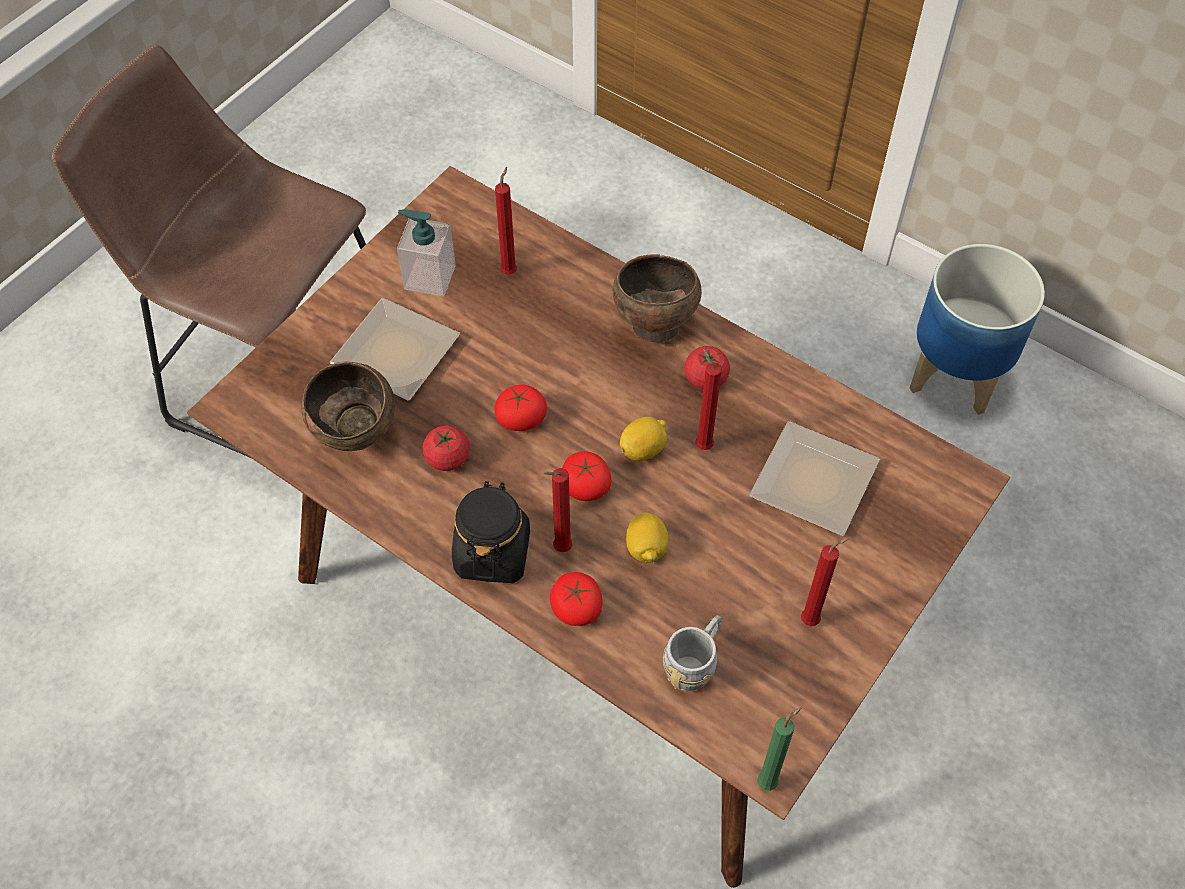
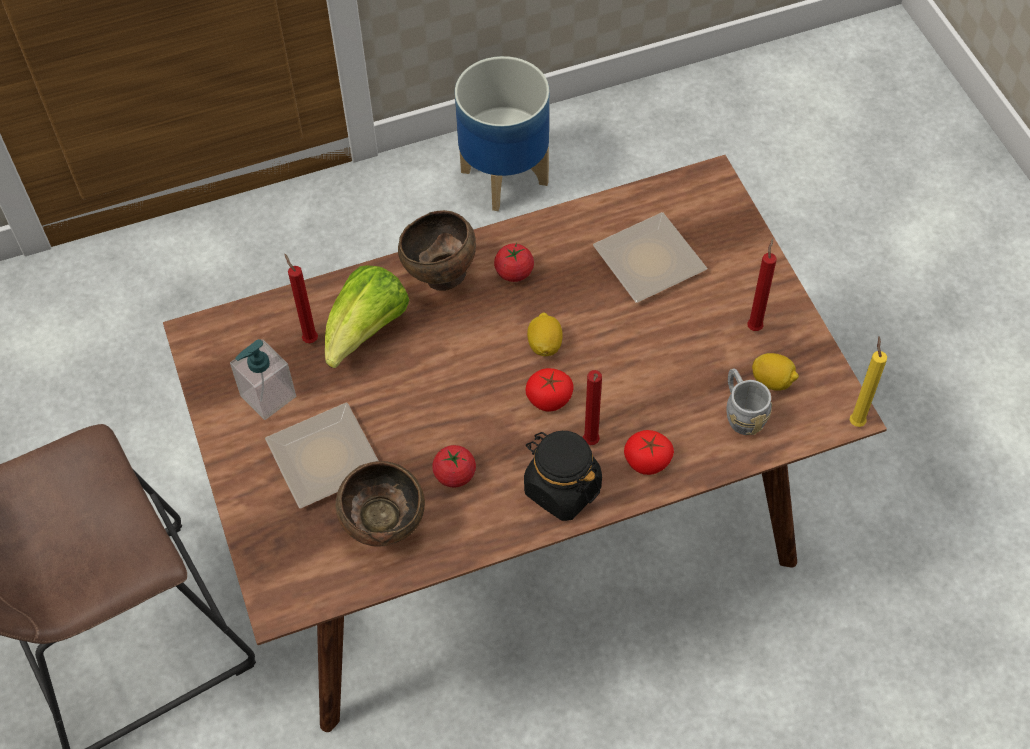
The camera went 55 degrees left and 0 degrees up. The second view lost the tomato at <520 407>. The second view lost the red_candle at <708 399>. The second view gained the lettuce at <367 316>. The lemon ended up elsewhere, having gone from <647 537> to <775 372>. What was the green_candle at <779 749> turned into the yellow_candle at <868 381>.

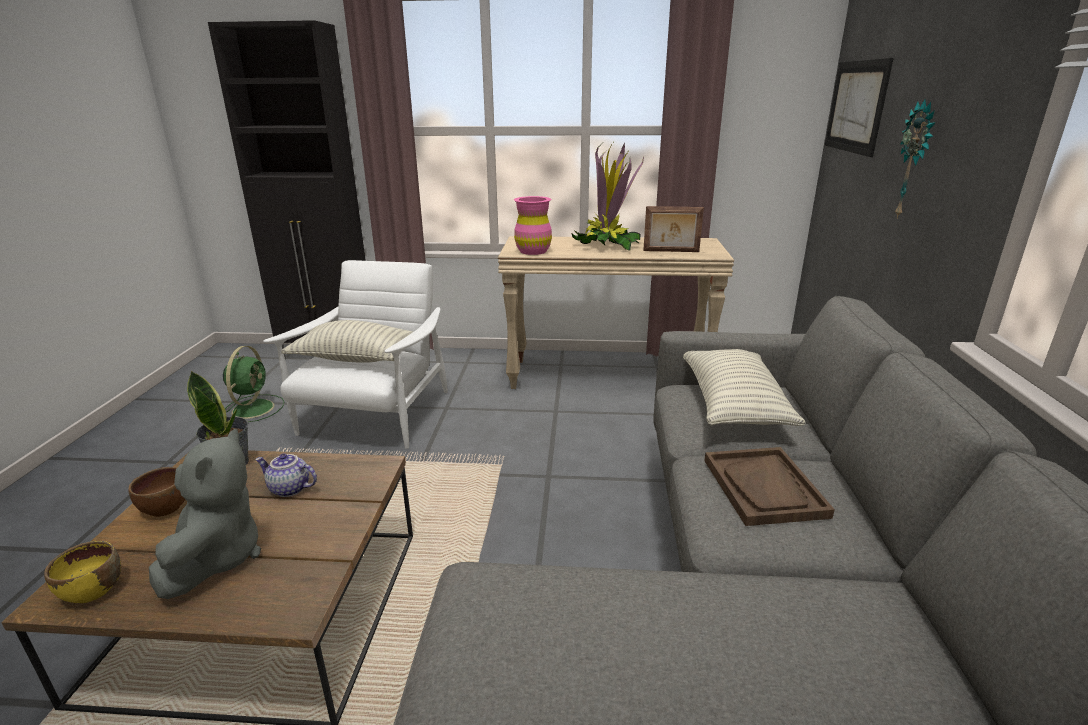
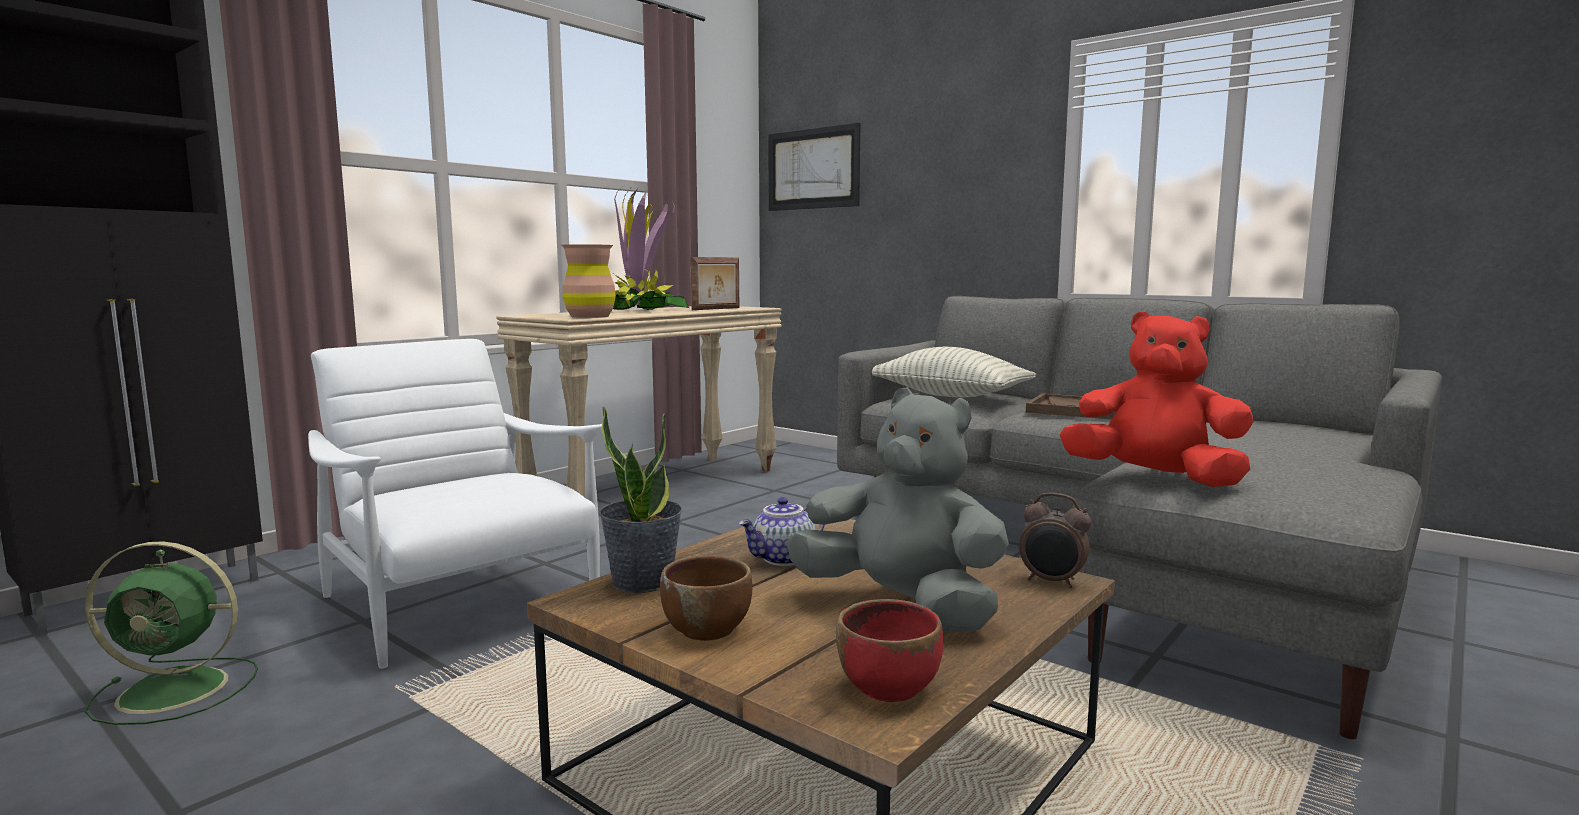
The camera went 55 degrees left and 15 degrees down. The second view lost the pillow at <347 341>. The second view lost the wall_clock at <915 158>. The second view gained the alarm_clock at <1055 540>. The second view gained the red_plush_toy at <1157 399>. What was the yellow_bowl at <82 572> turned into the red_bowl at <889 650>. What was the pink_vase at <533 225> turned into the brown_vase at <589 281>. The green_fan at <254 384> ended up facing another way, 135 degrees clockwise from before.

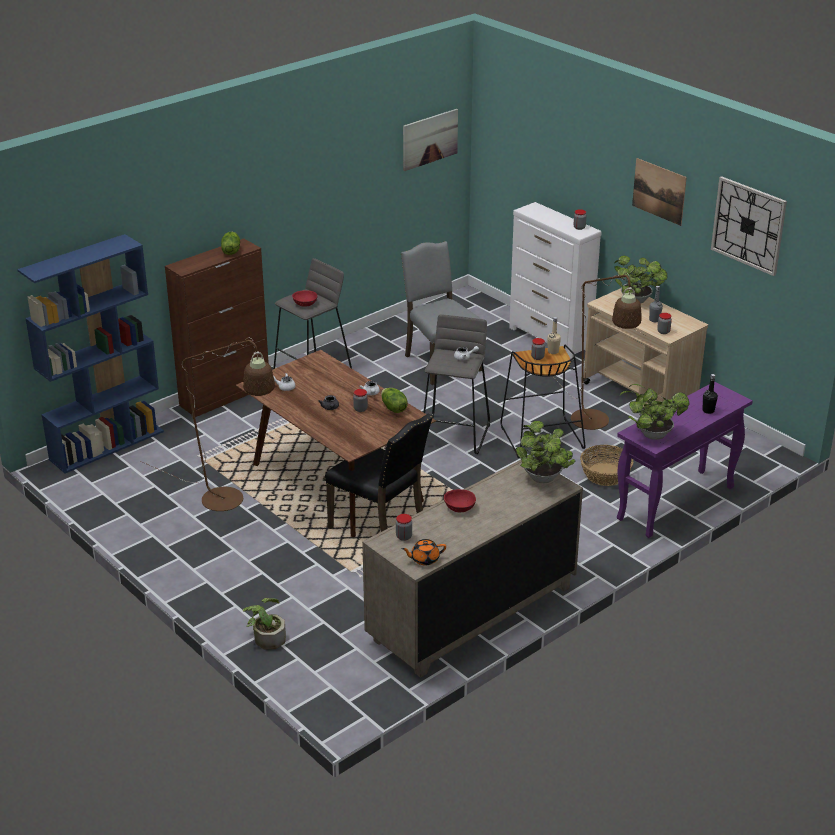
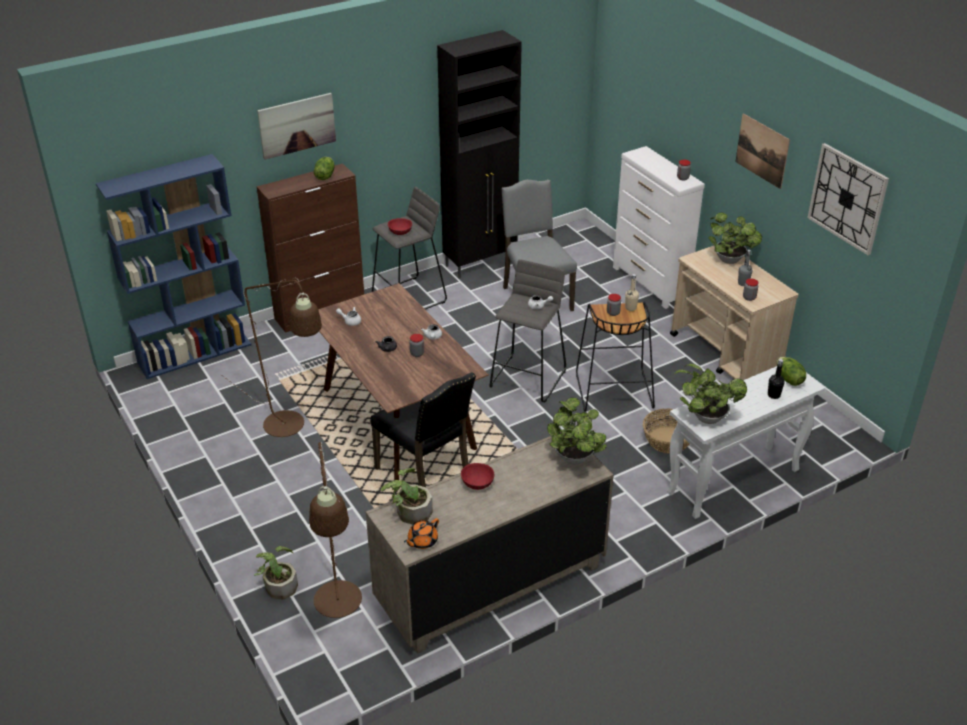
The camera went 10 degrees right and 5 degrees up. The second view gained the black_cabinet at <479 154>. The lettuce ended up elsewhere, having gone from <394 400> to <791 371>. The picture ended up elsewhere, having gone from <430 140> to <296 126>. The brown_floor_lamp ended up elsewhere, having gone from <597 351> to <335 530>. Where the jar stood at <404 527>, the potted_plant came to stand at <406 496>. What was the purple_console_table at <685 460> turned into the white_console_table at <746 442>. The orange_teapot at <424 552> ended up facing another way, 45 degrees counterclockwise from before.

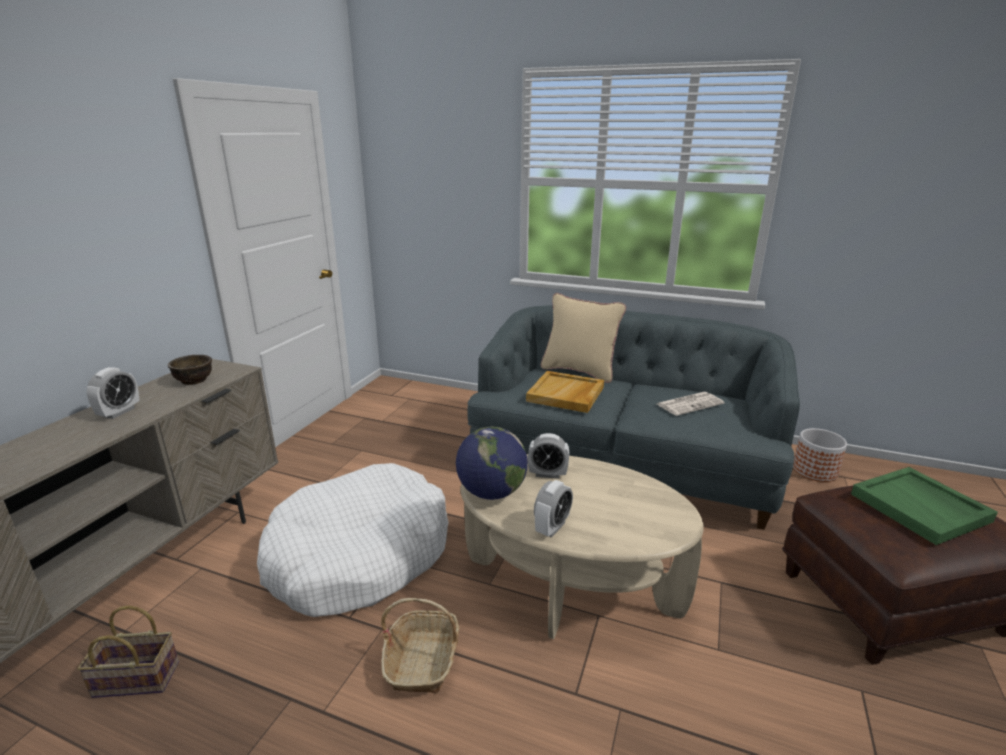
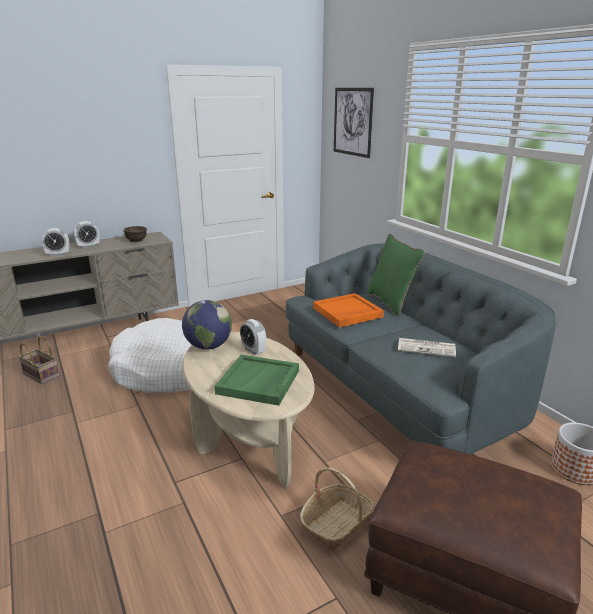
The camera went 40 degrees right and 0 degrees up. The second view gained the picture at <354 123>. The basket ended up elsewhere, having gone from <420 645> to <337 508>. The alarm_clock ended up elsewhere, having gone from <553 509> to <56 242>. The green_tray ended up elsewhere, having gone from <924 506> to <257 380>. What was the beige_tray at <565 392> turned into the orange_tray at <348 310>. What was the beige_pillow at <583 338> turned into the green_pillow at <396 275>.

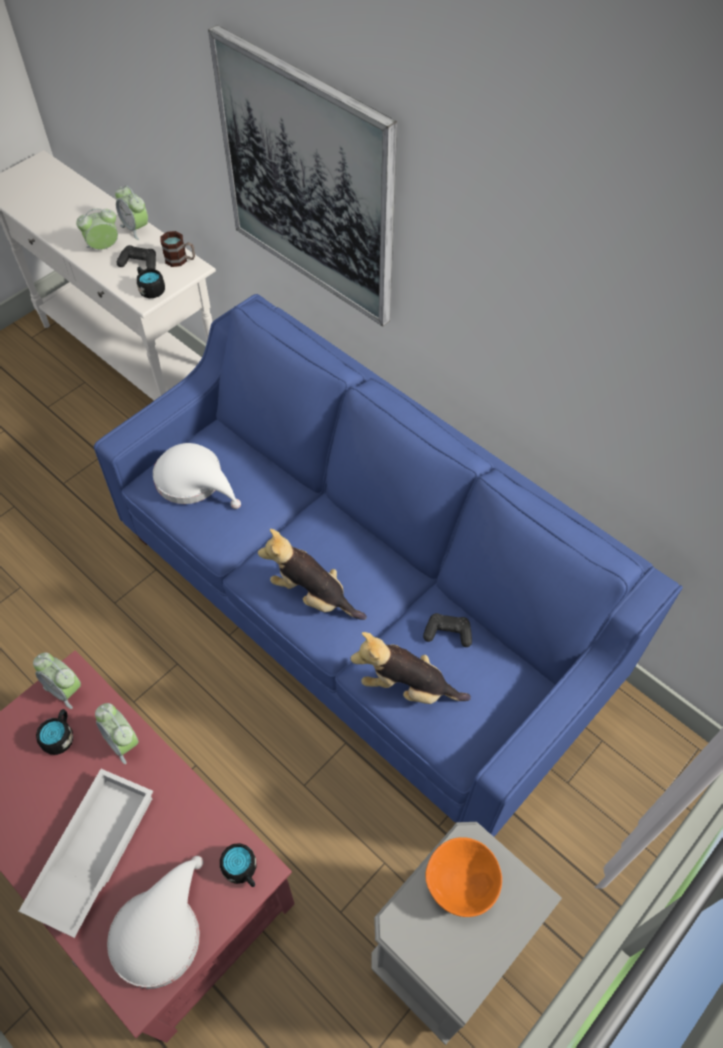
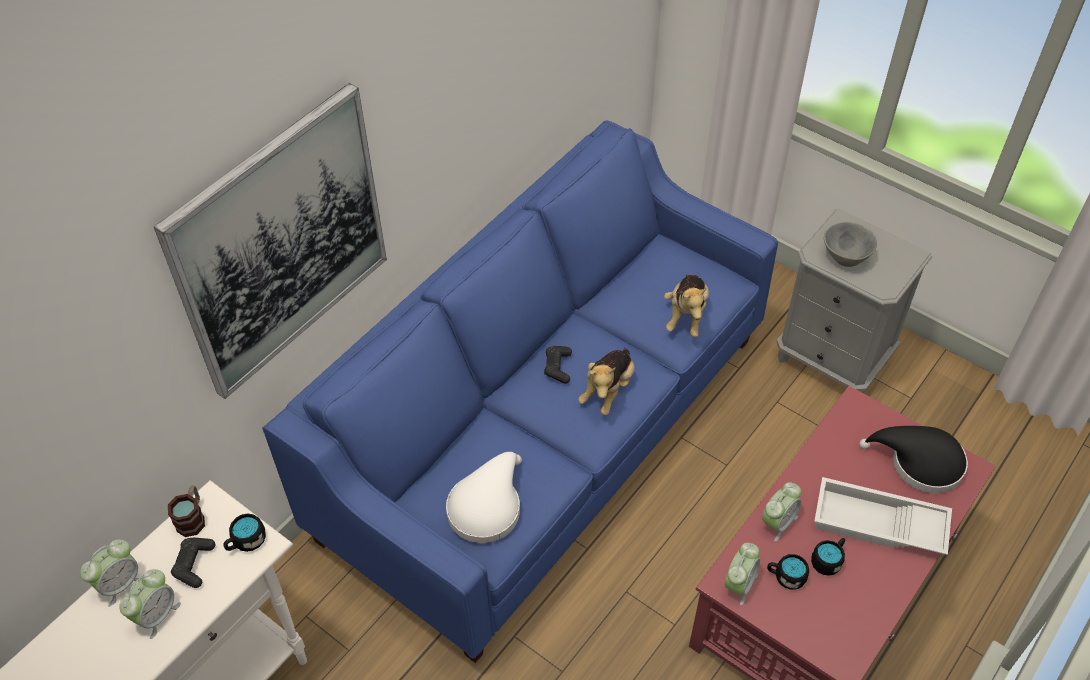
The camera went 95 degrees left and 5 degrees down. The black_mug ended up elsewhere, having gone from <238 865> to <828 557>. The black_game_controller ended up elsewhere, having gone from <447 630> to <558 365>. What was the white_hat at <155 922> turned into the black_hat at <913 459>. What was the orange_bowl at <463 877> turned into the grey_bowl at <850 244>. The alarm_clock at <97 229> ended up facing another way, 120 degrees counterclockwise from before.

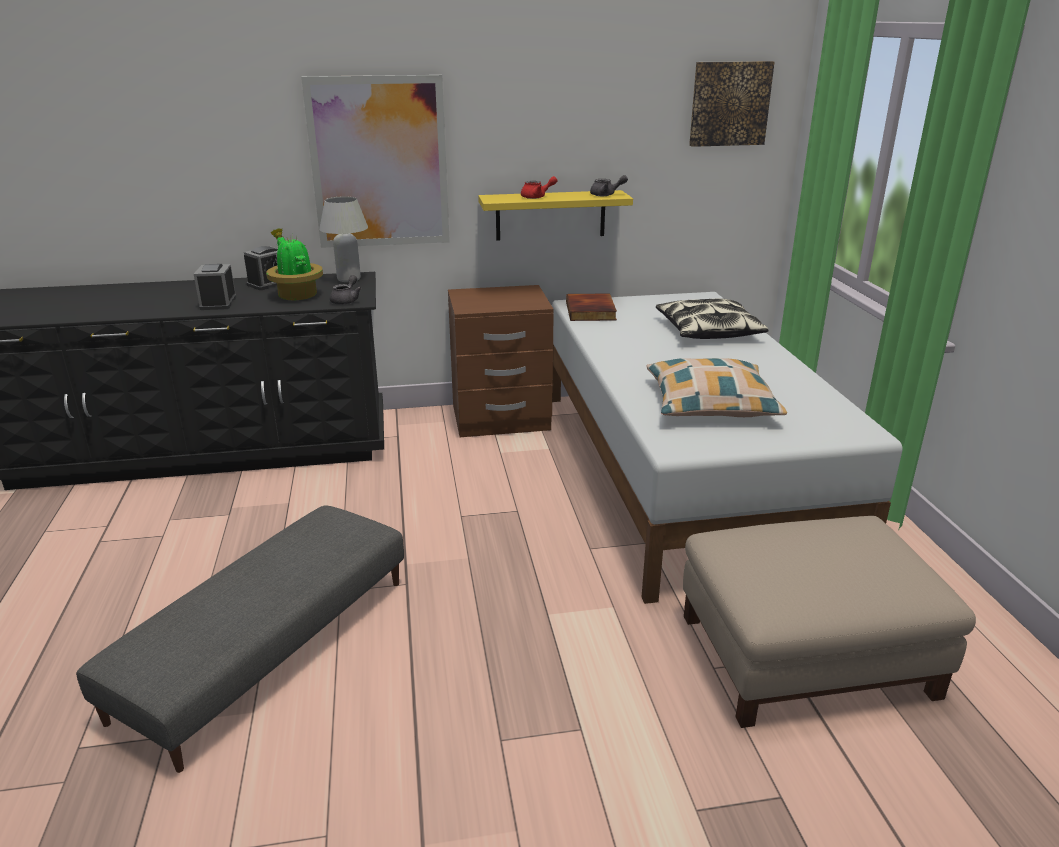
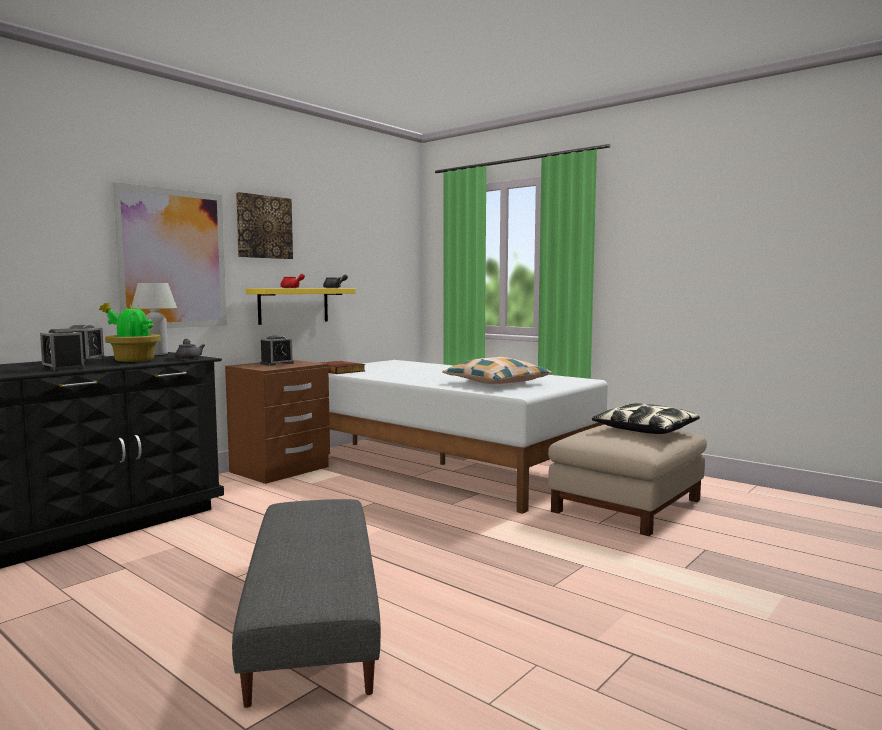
The camera went 40 degrees left and 20 degrees down. The second view gained the alarm_clock at <277 351>. The pillow ended up elsewhere, having gone from <712 319> to <646 418>. The picture ended up elsewhere, having gone from <731 104> to <264 225>.

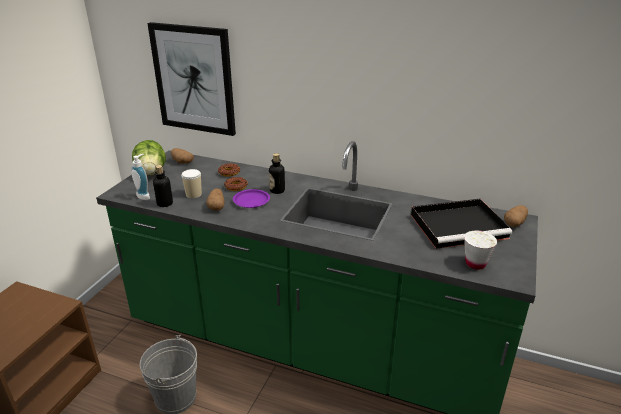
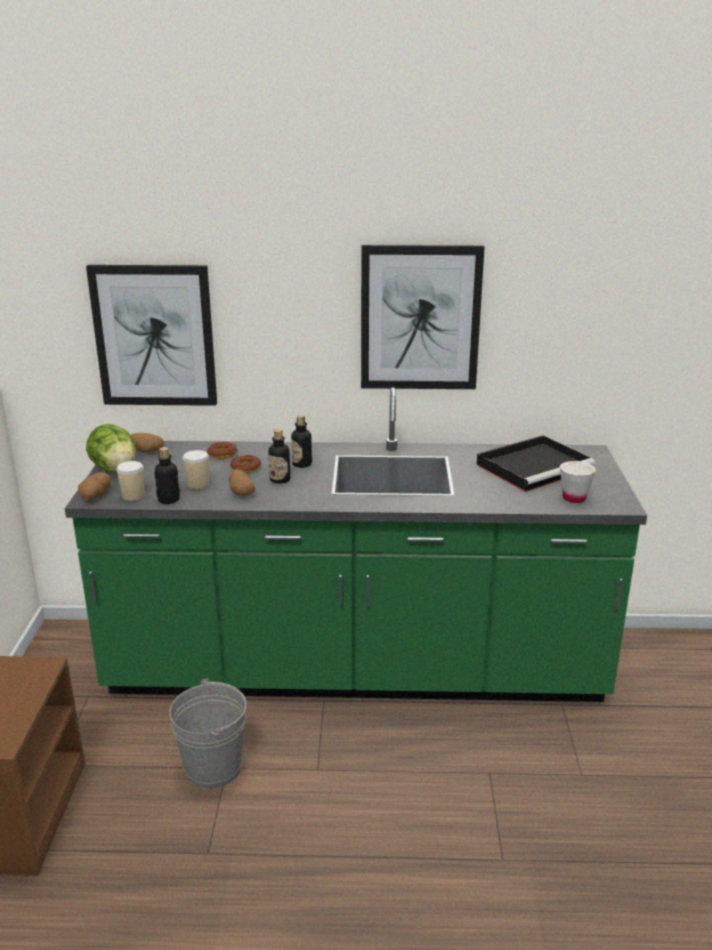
The camera went 20 degrees left and 5 degrees down. The second view gained the picture at <423 317>. The potato ended up elsewhere, having gone from <516 216> to <94 486>. Where the soap_dispenser stood at <140 177>, the cup came to stand at <130 481>. Where the purple_plate stood at <251 198>, the bottle came to stand at <279 456>.

